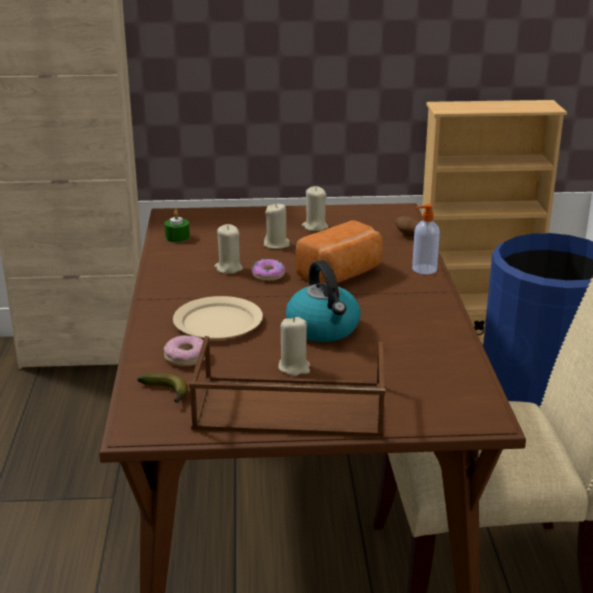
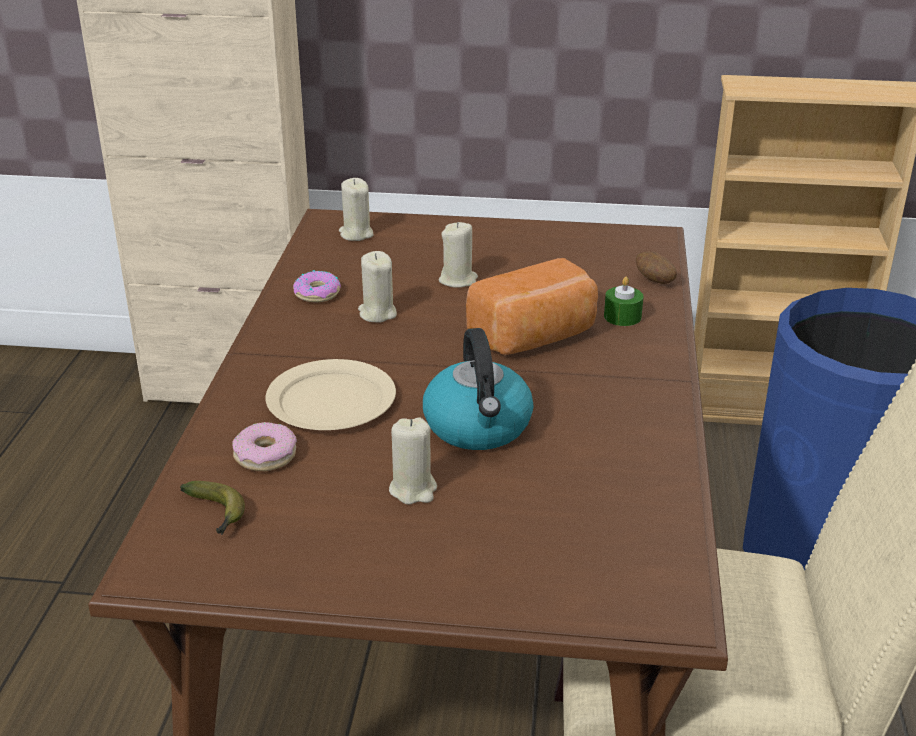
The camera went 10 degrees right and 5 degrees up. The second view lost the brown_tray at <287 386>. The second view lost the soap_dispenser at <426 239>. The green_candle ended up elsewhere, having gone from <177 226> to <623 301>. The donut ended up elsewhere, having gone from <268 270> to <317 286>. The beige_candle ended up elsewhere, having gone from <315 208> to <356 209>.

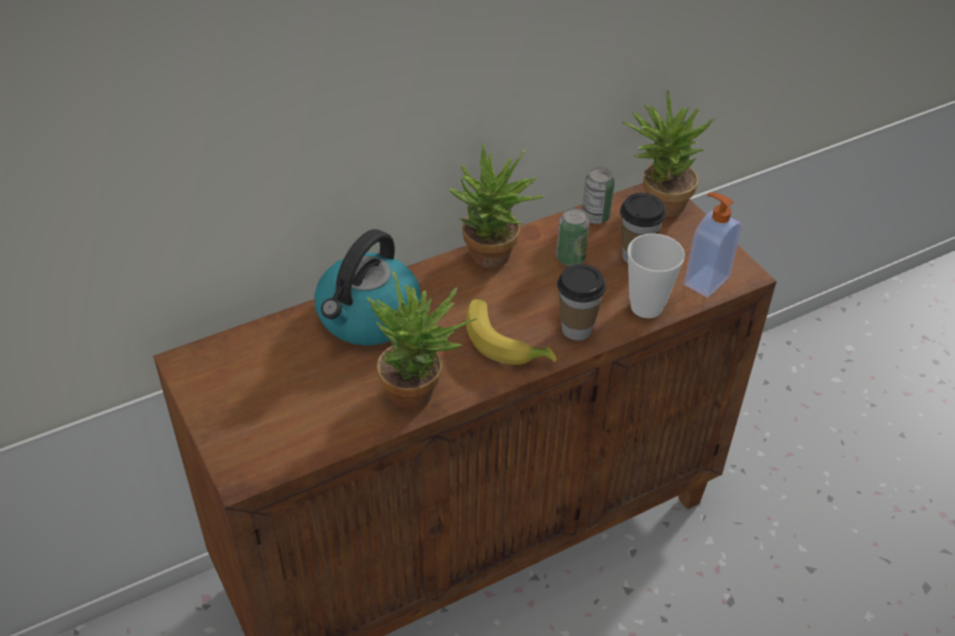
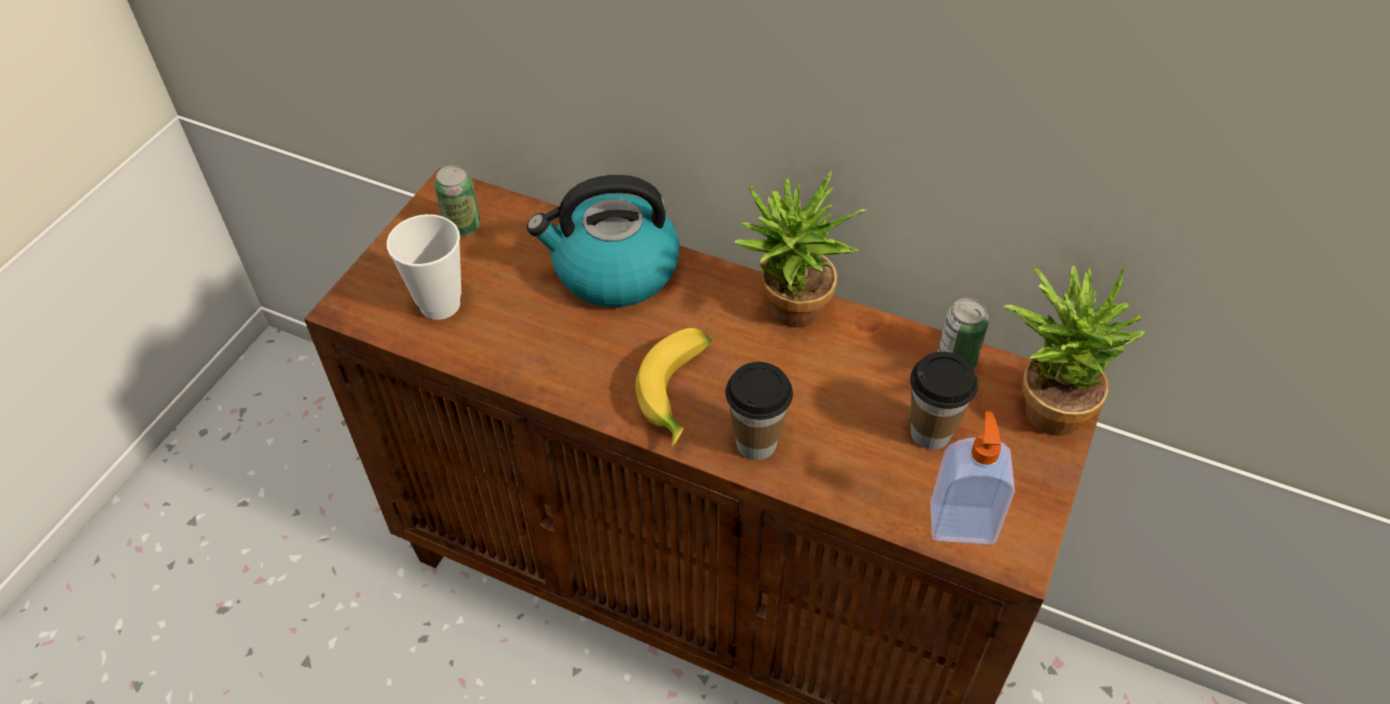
The camera went 55 degrees right and 5 degrees up. The second view lost the potted_plant at <422 339>. The can ended up elsewhere, having gone from <573 237> to <457 201>. The cup ended up elsewhere, having gone from <656 275> to <424 267>.

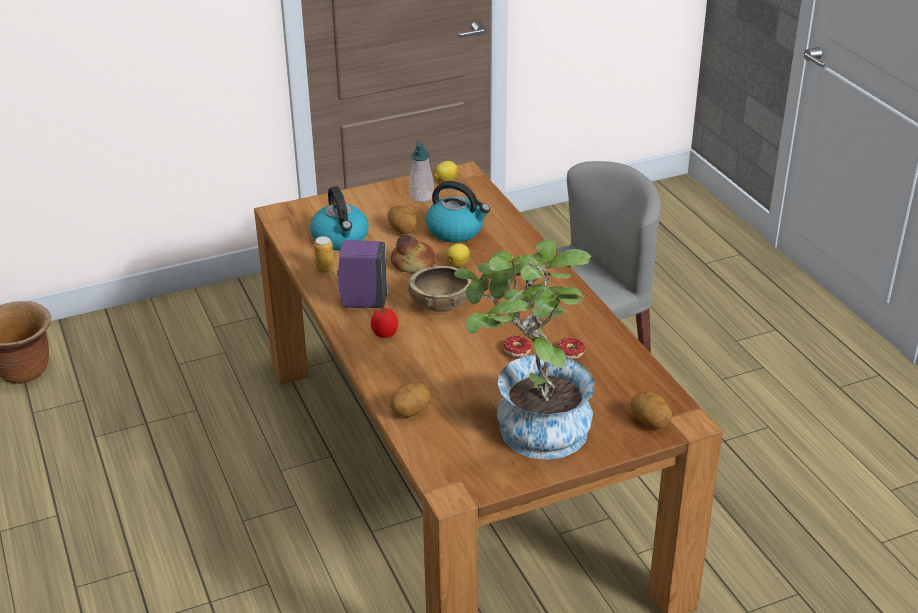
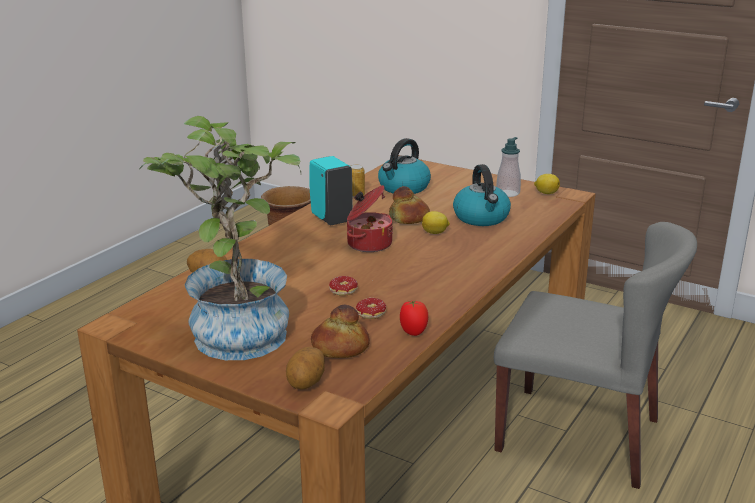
The camera went 55 degrees right and 10 degrees down. The second view lost the potato at <402 220>. The second view gained the bread at <340 331>. The tomato ended up elsewhere, having gone from <384 323> to <414 318>. Where the brown_bowl stood at <440 289>, the cooking_pot came to stand at <370 218>. What was the purple_soap_dispenser at <362 274> turned into the turquoise_soap_dispenser at <331 190>.

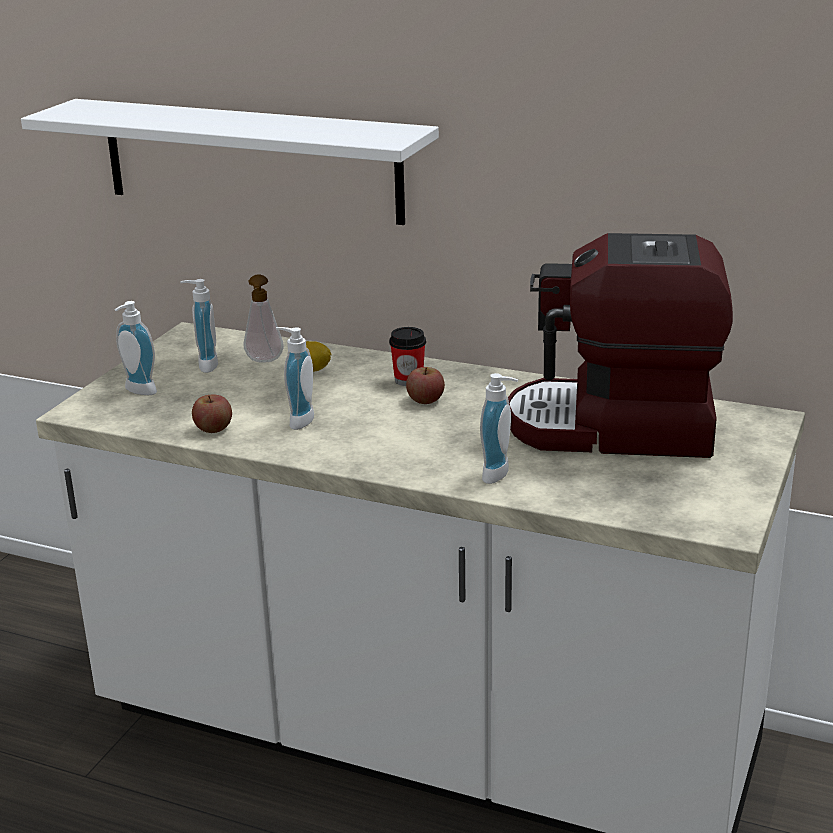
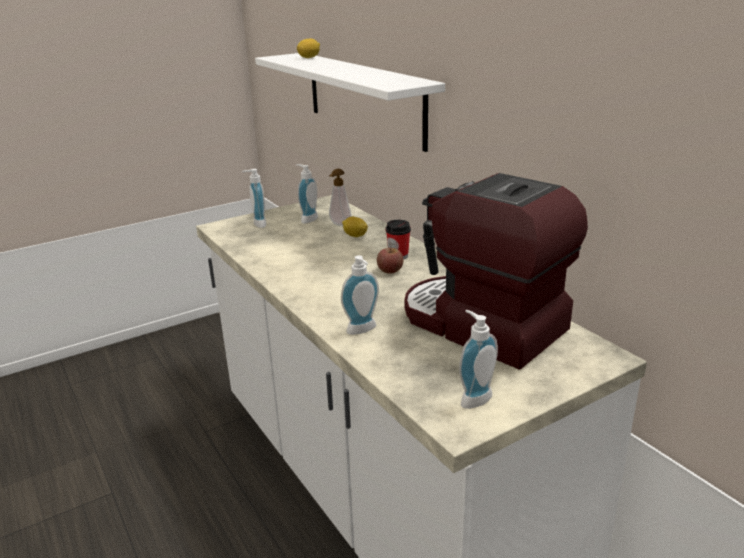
The camera went 35 degrees right and 0 degrees up. The second view lost the apple at <212 413>. The second view gained the lemon at <308 48>. The soap_dispenser ended up elsewhere, having gone from <295 378> to <478 359>.

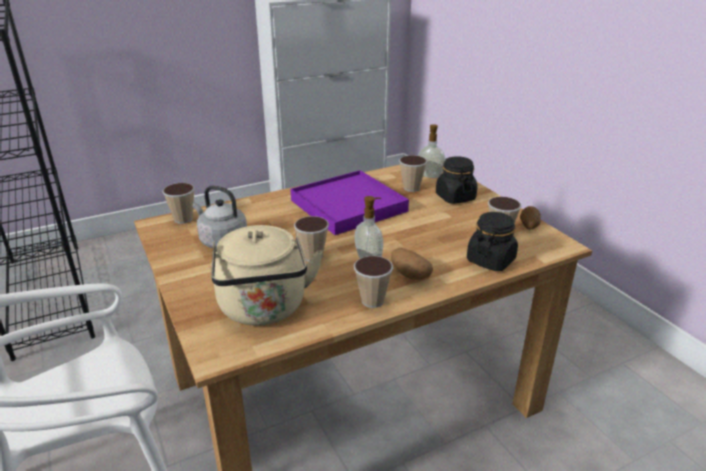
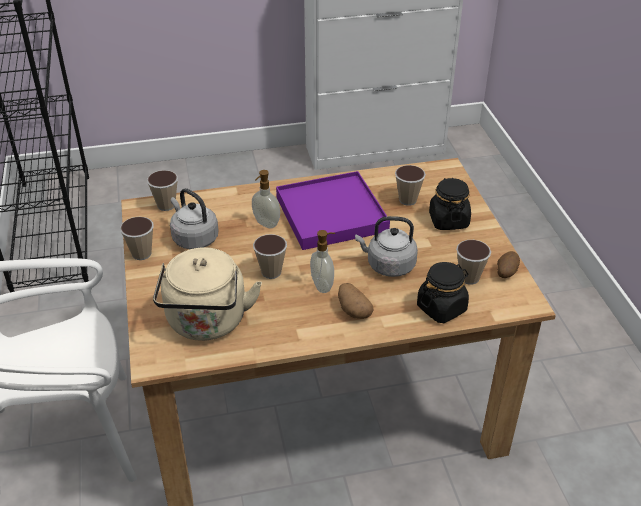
The camera went 15 degrees right and 10 degrees up. The second view gained the grey_kettle at <386 246>. The cup ended up elsewhere, having gone from <373 282> to <137 238>. The soap_dispenser ended up elsewhere, having gone from <431 151> to <266 199>.

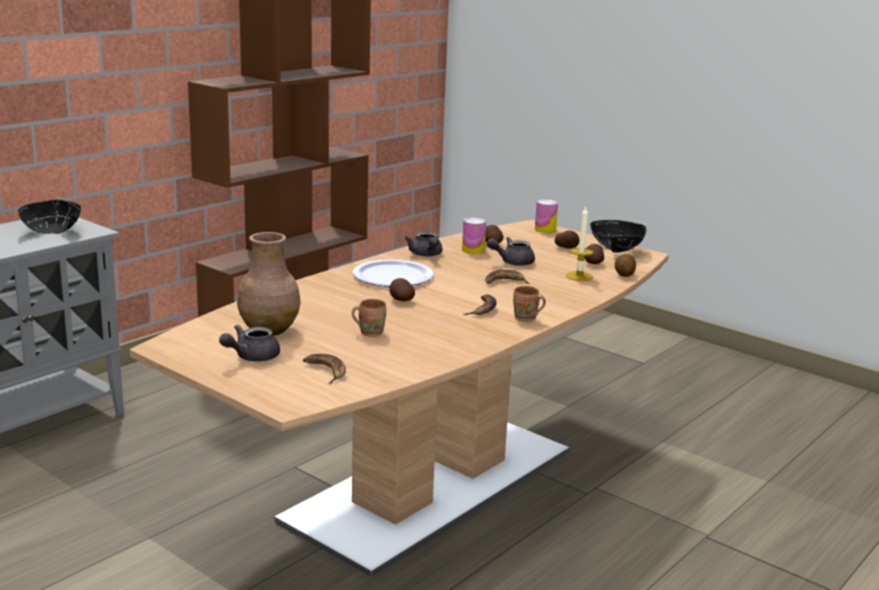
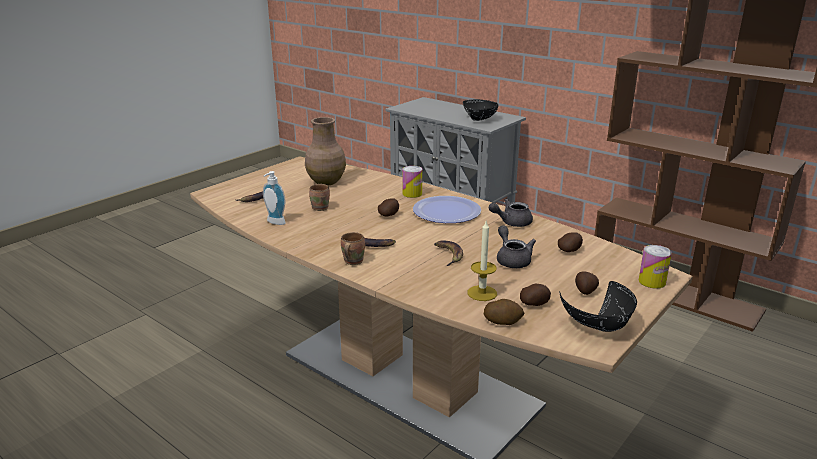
The camera went 90 degrees right and 5 degrees up. The second view lost the grey_teapot at <249 343>. The second view gained the soap_dispenser at <274 198>. The can ended up elsewhere, having gone from <474 235> to <412 182>.

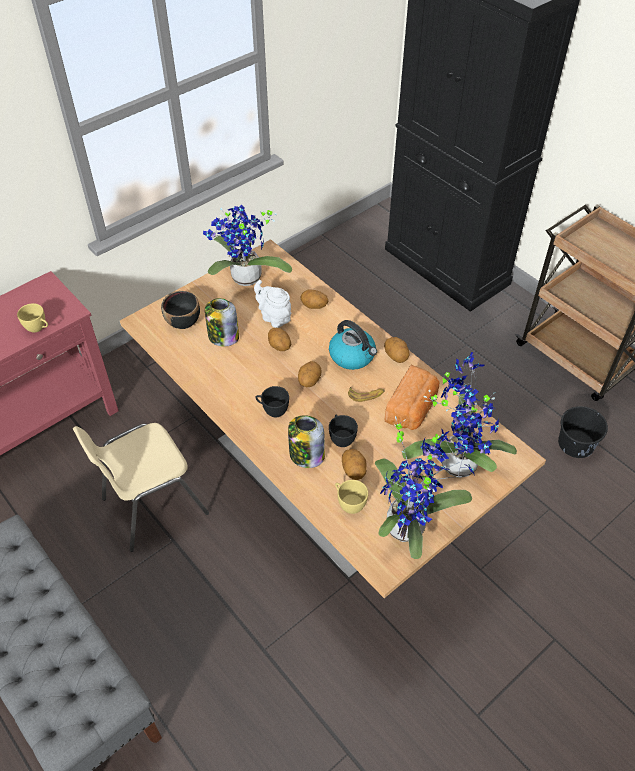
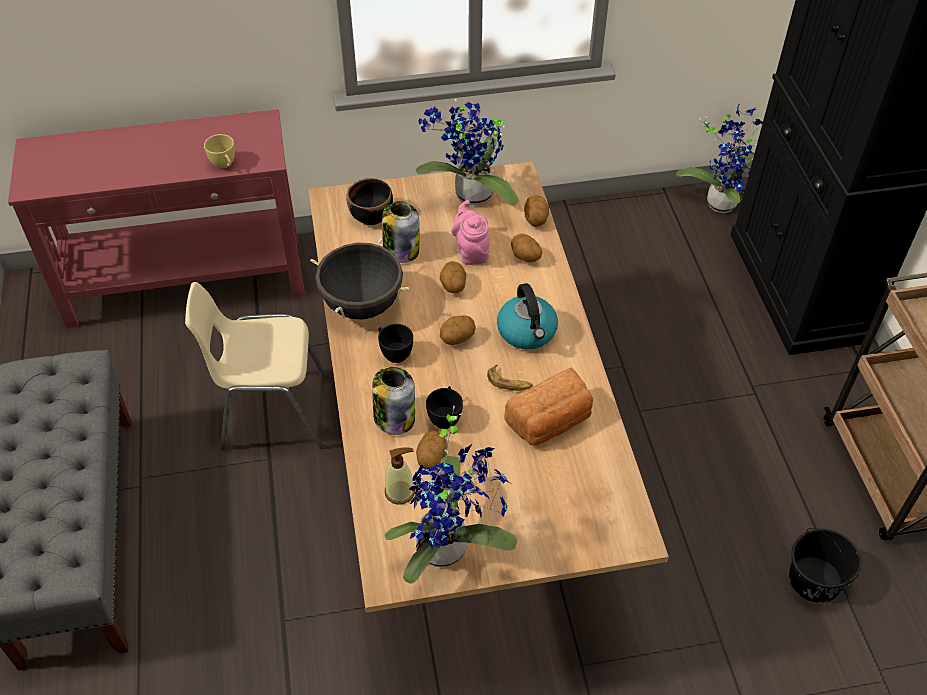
The camera went 30 degrees right and 0 degrees up. The second view gained the black_cooking_pot at <359 278>. The potato ended up elsewhere, having gone from <396 350> to <536 211>. The potted_plant ended up elsewhere, having gone from <459 415> to <719 158>. Where the yellow_cup stood at <351 497>, the soap_dispenser came to stand at <400 476>. What was the white_teapot at <272 304> turned into the pink_teapot at <470 232>.

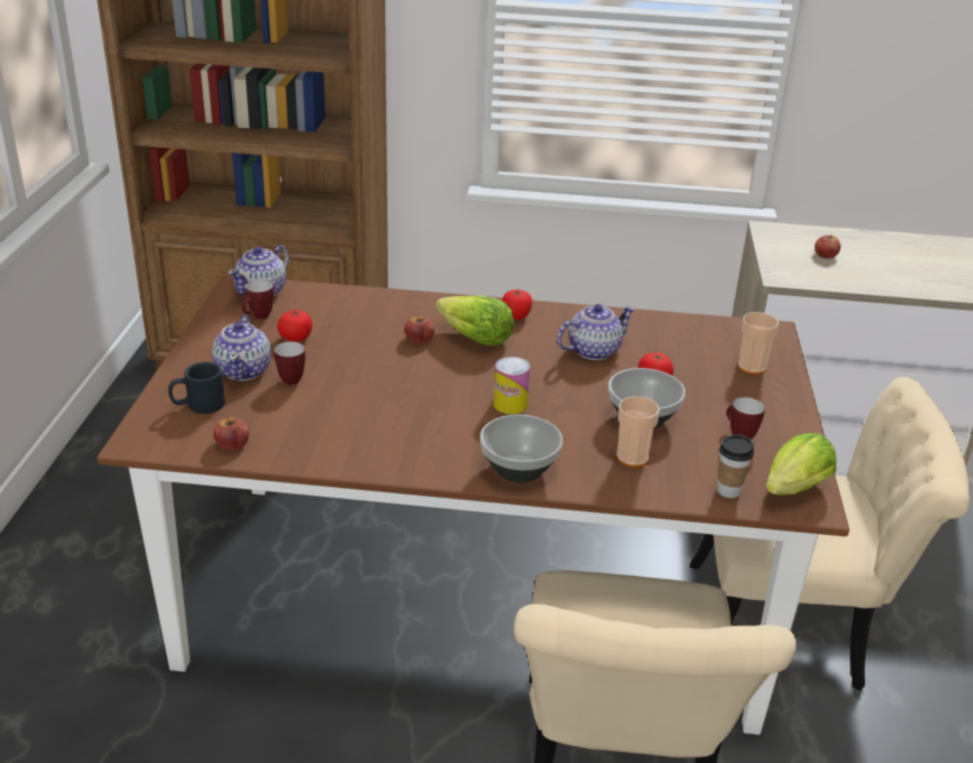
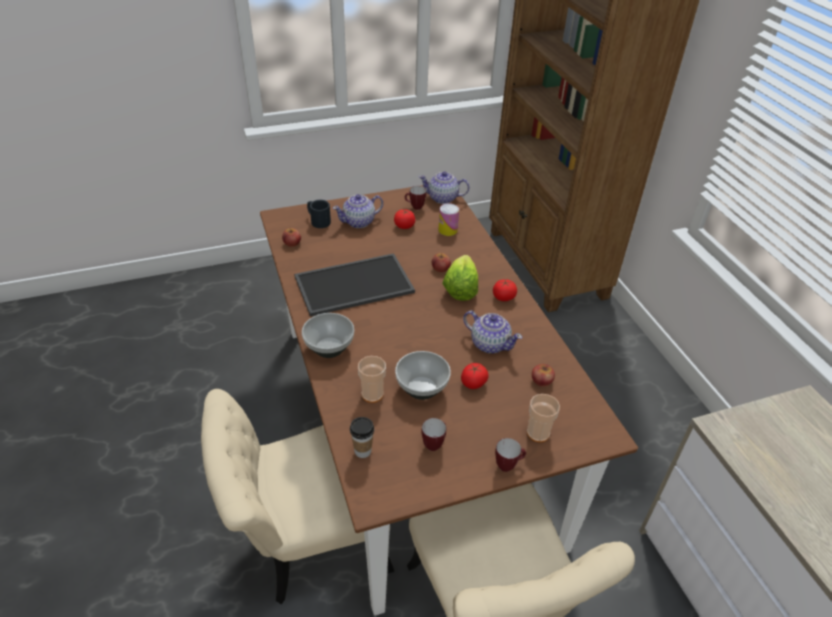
The camera went 65 degrees right and 10 degrees up. The second view lost the lettuce at <801 464>. The second view gained the tray at <354 285>. The mug ended up elsewhere, having gone from <289 363> to <510 455>. The can ended up elsewhere, having gone from <511 385> to <448 219>. The apple ended up elsewhere, having gone from <828 246> to <543 375>.

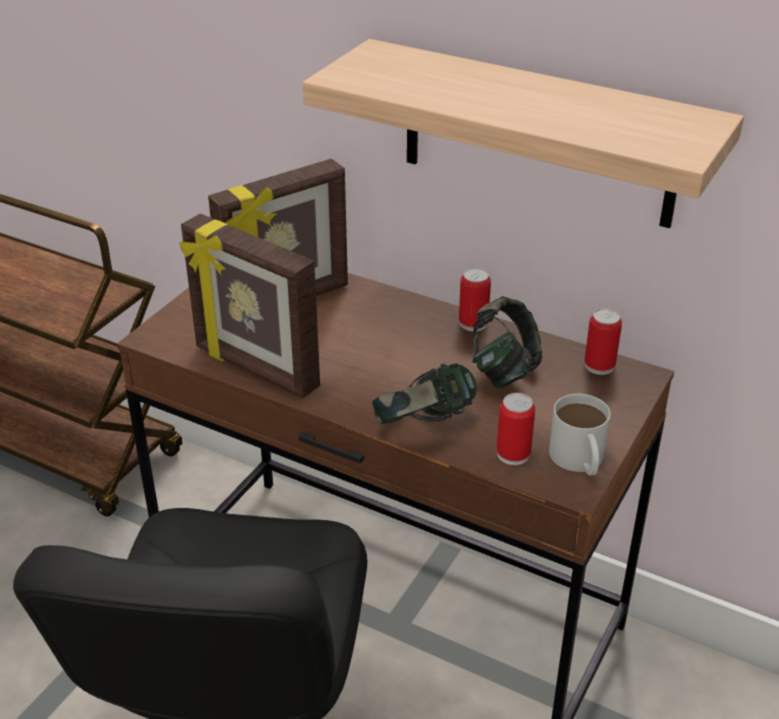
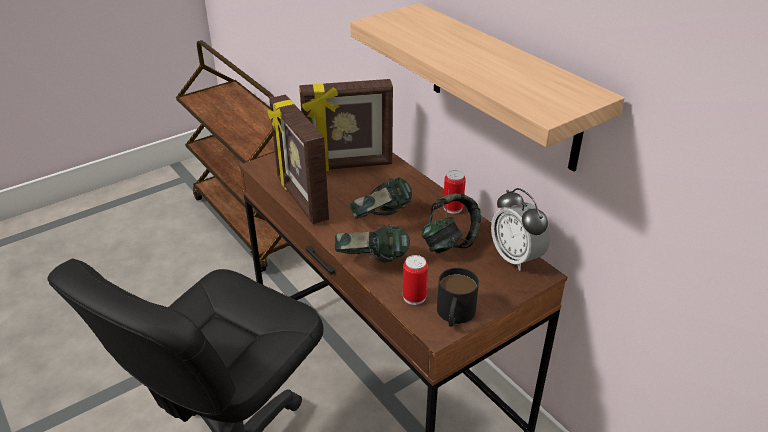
The camera went 25 degrees right and 0 degrees up. The second view gained the headphones at <381 197>. Where the can stood at <603 341>, the alarm_clock came to stand at <520 229>. What was the white_mug at <580 434> turned into the black_mug at <458 297>.

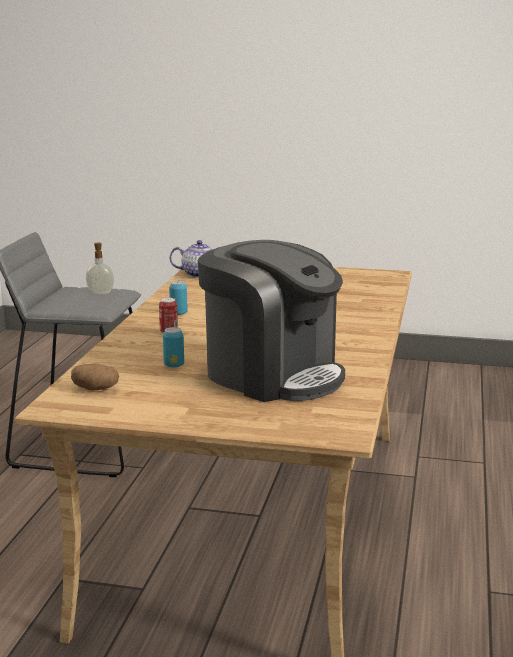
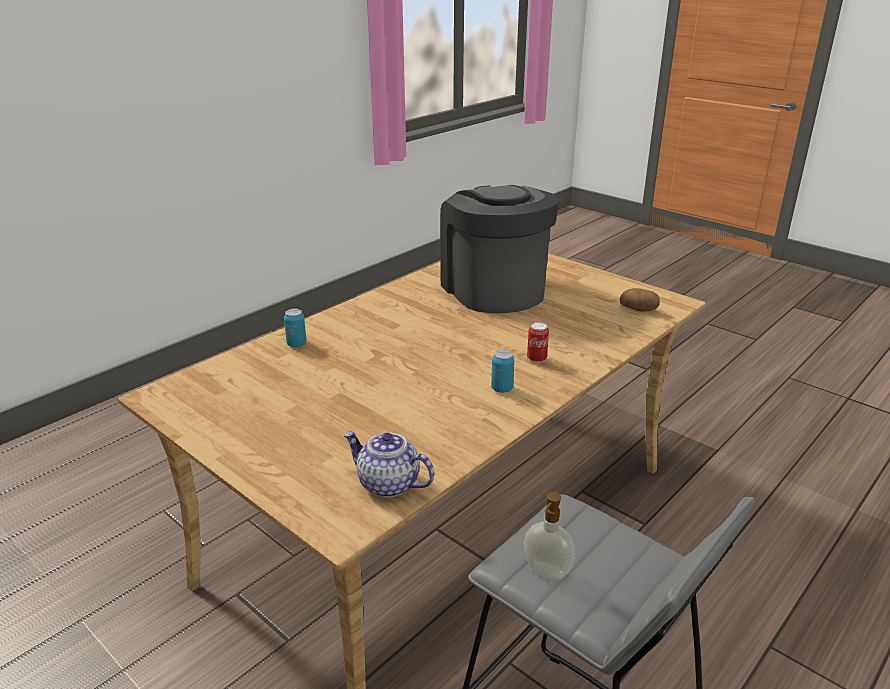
The camera went 150 degrees left and 10 degrees up. The can ended up elsewhere, having gone from <173 347> to <295 328>.

